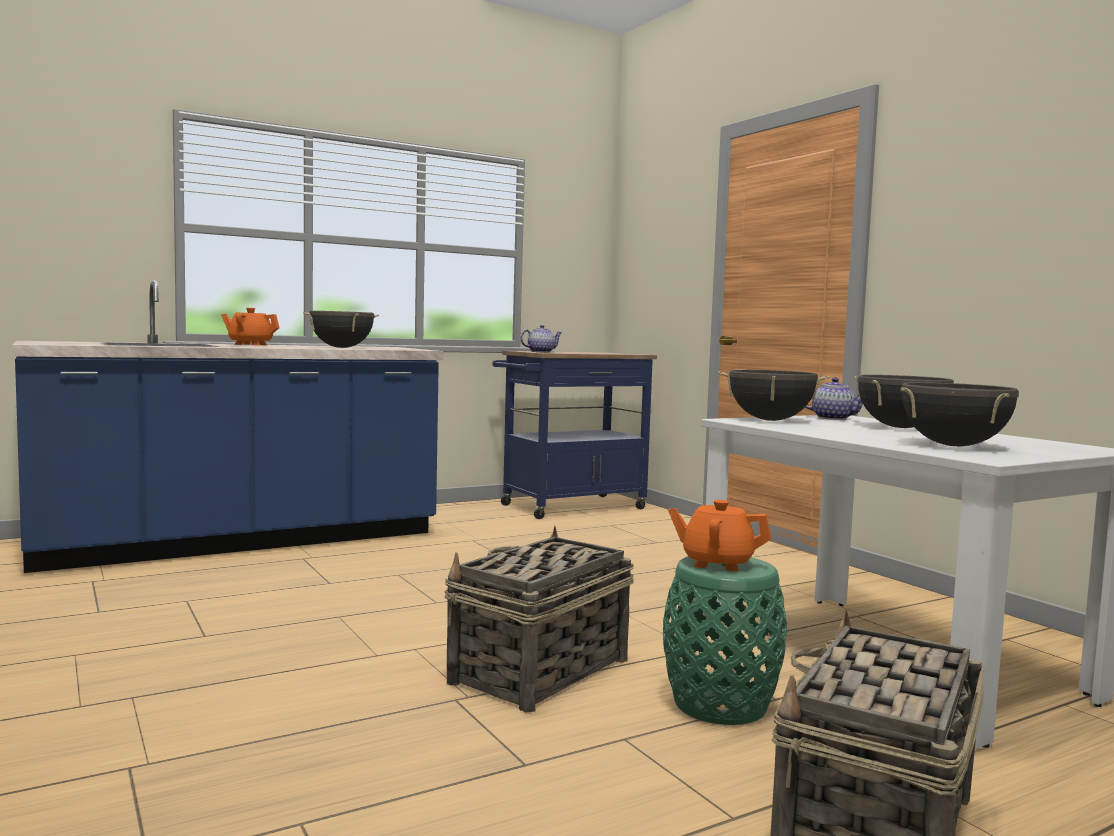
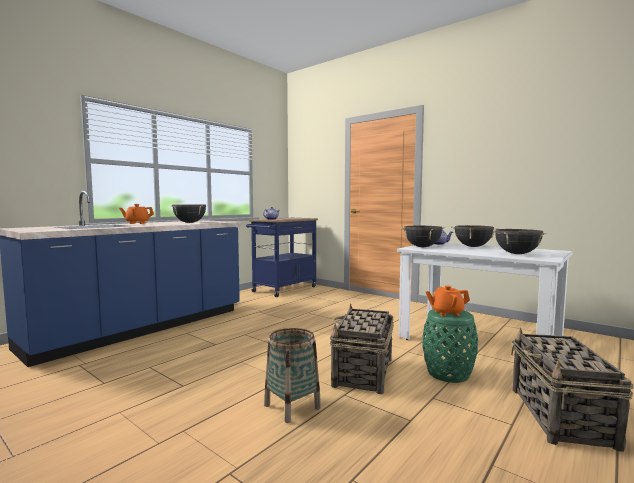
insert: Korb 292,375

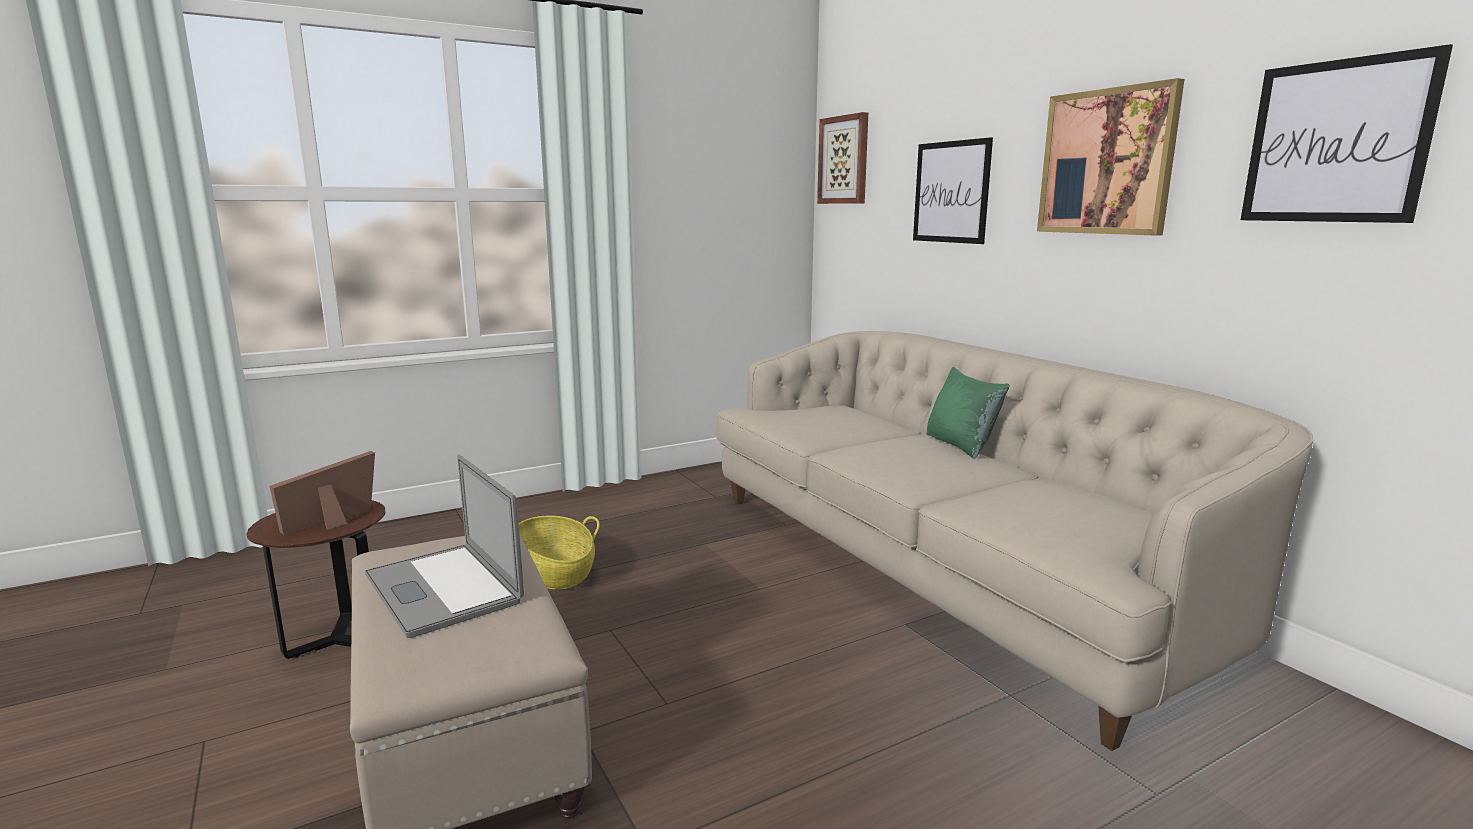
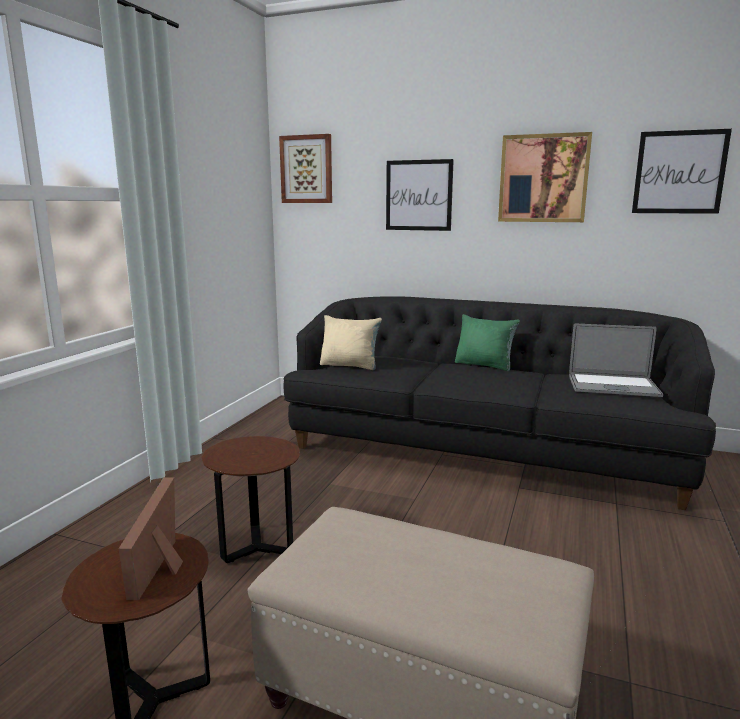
insert: Kissen (beige) 351,342
move: Laptop 444,546 to 616,360
replace: Korb 559,552 to Beistelltisch (braun) 250,499
recolor: Sofa (beige) 1014,541 to Sofa (schwarz) 500,403

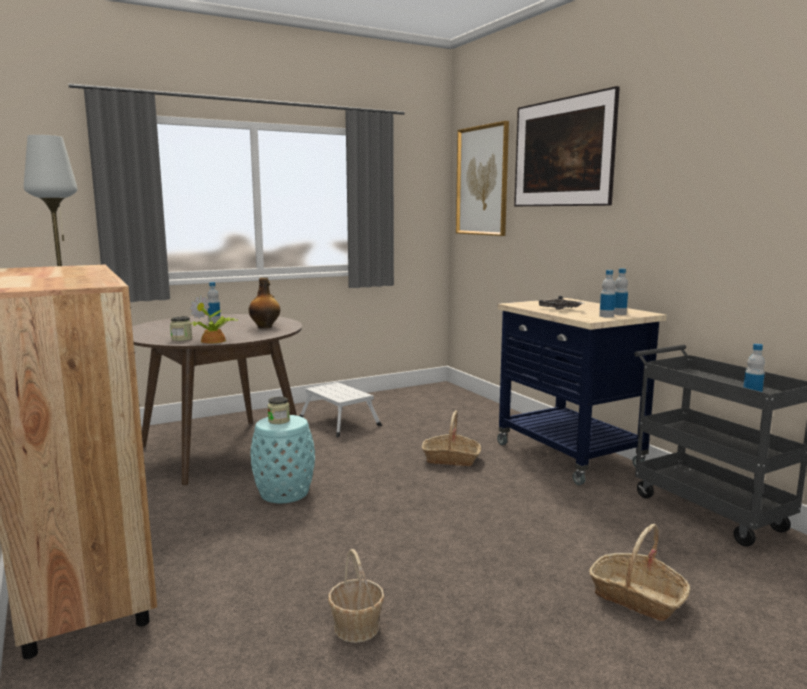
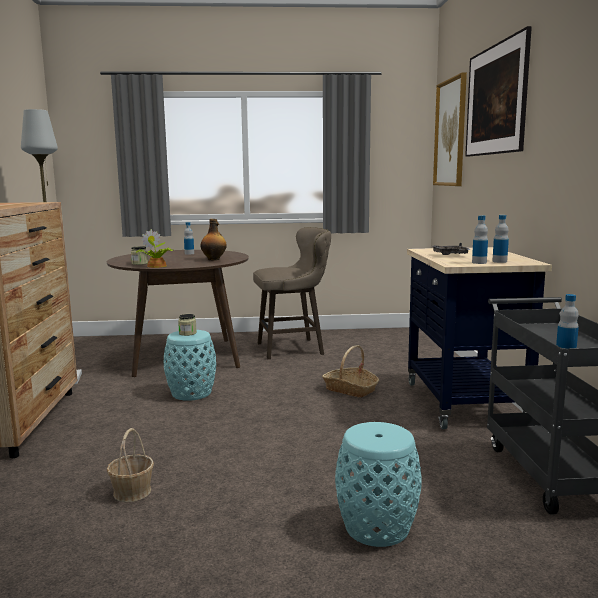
replace: Trittleiter (weiß) 340,409 to Hocker (beige) 292,293; Korb 639,572 to Hocker (türkis) 378,484

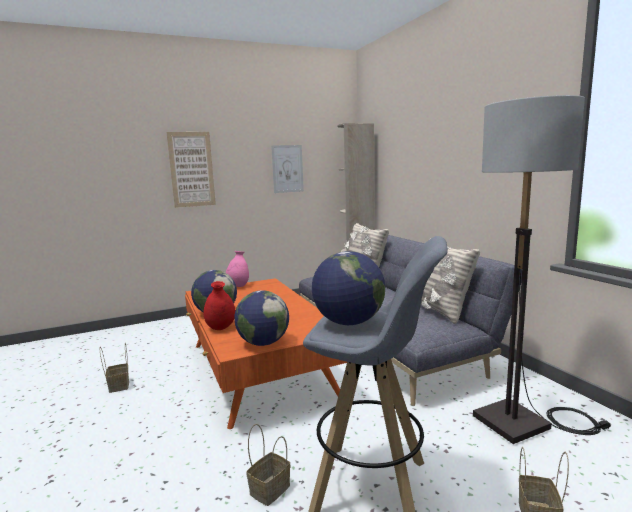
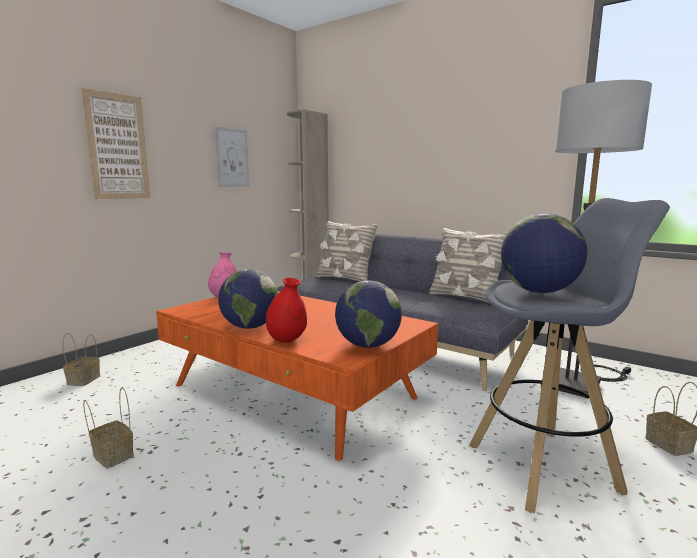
move: Korb 268,465 to 81,359

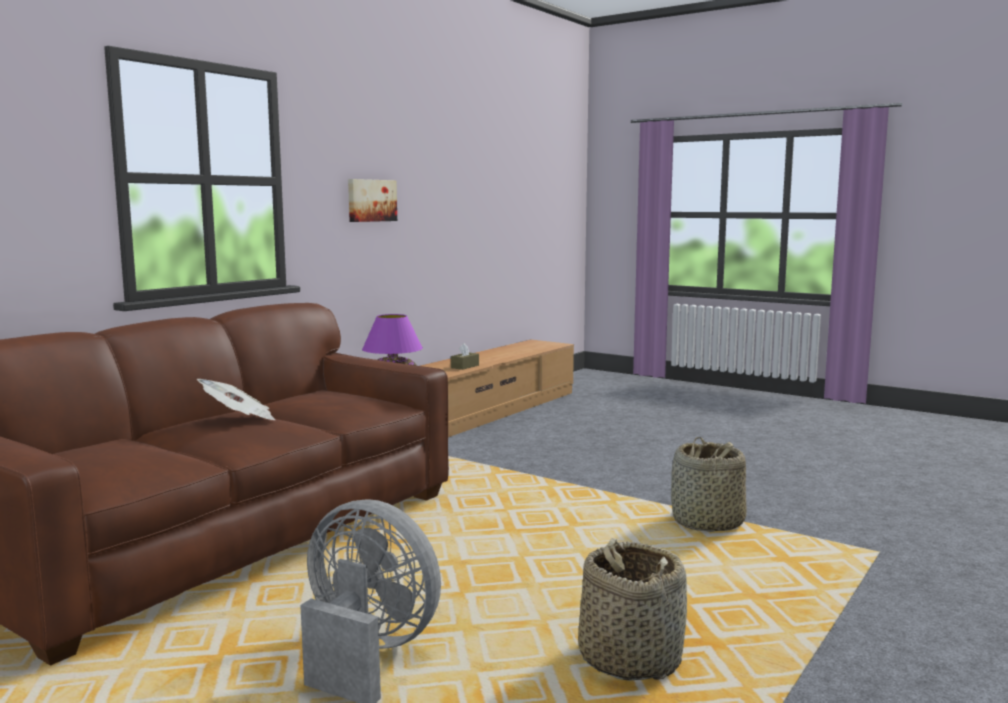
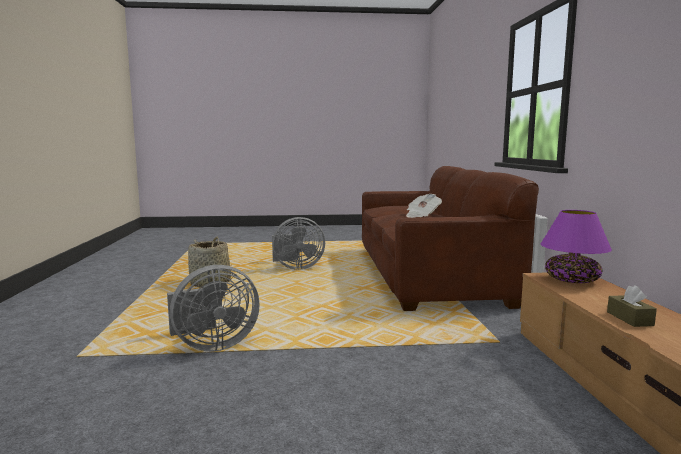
delete: Bild 372,200
replace: Korb 709,484 to Ventilator (grau) 213,308

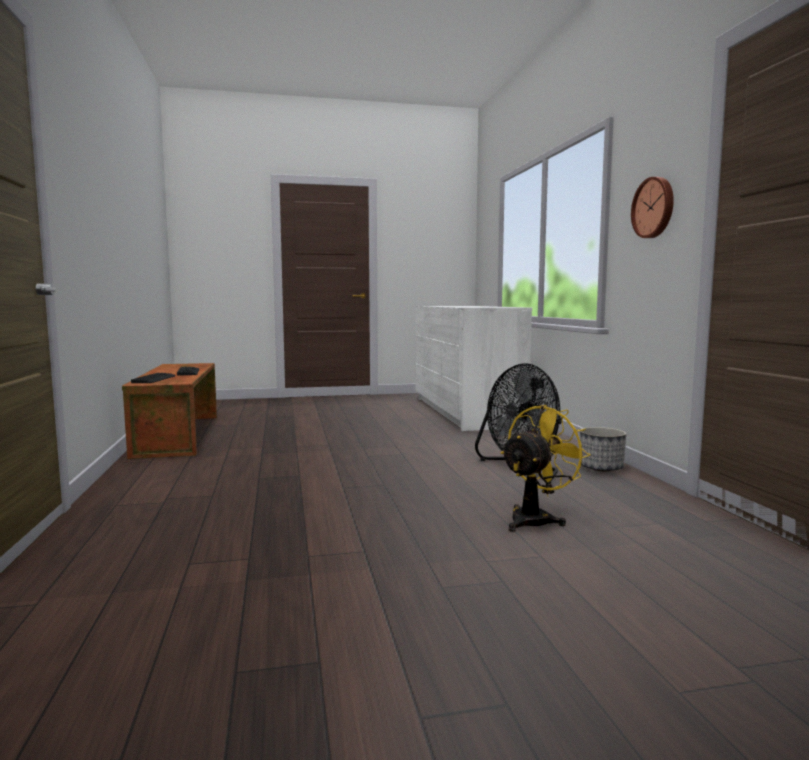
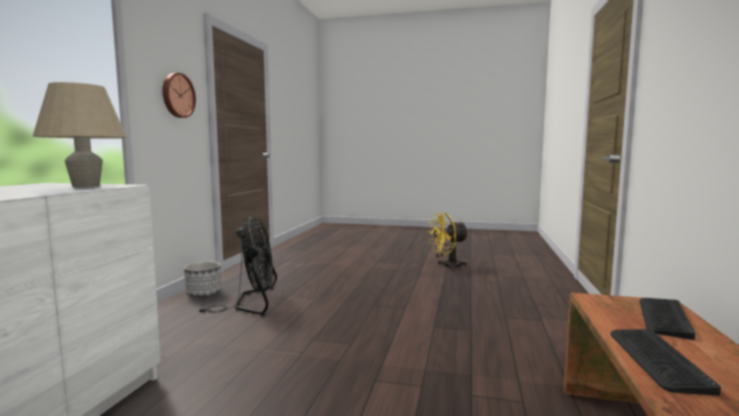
insert: Tischlampe (beige) 80,135
move: Ventilator (gelb) 545,468 to 448,242

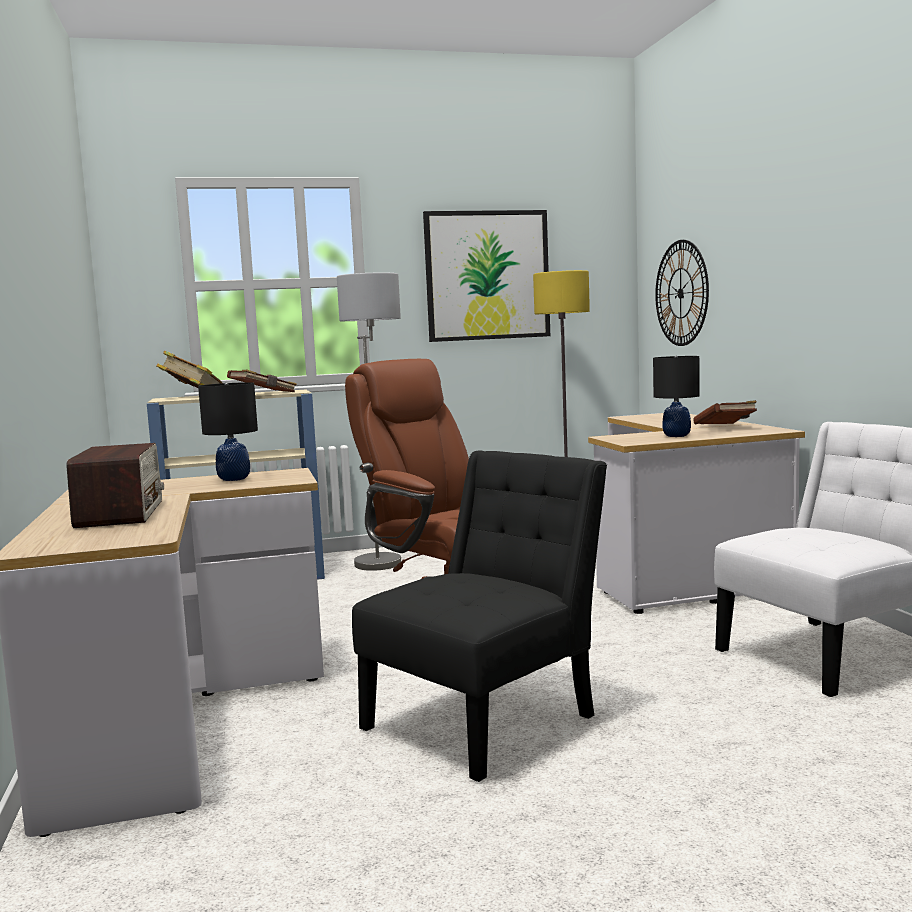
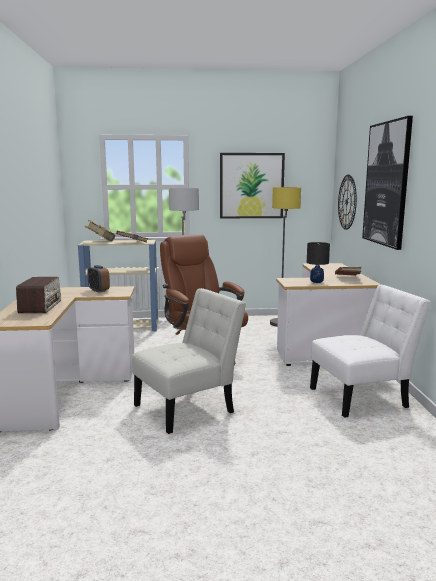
insert: Bild 387,183
replace: Tischlampe (schwarz) 228,431 to Wecker 98,279
recolor: Stuhl (schwarz) 479,616 to Stuhl (weiß) 189,361

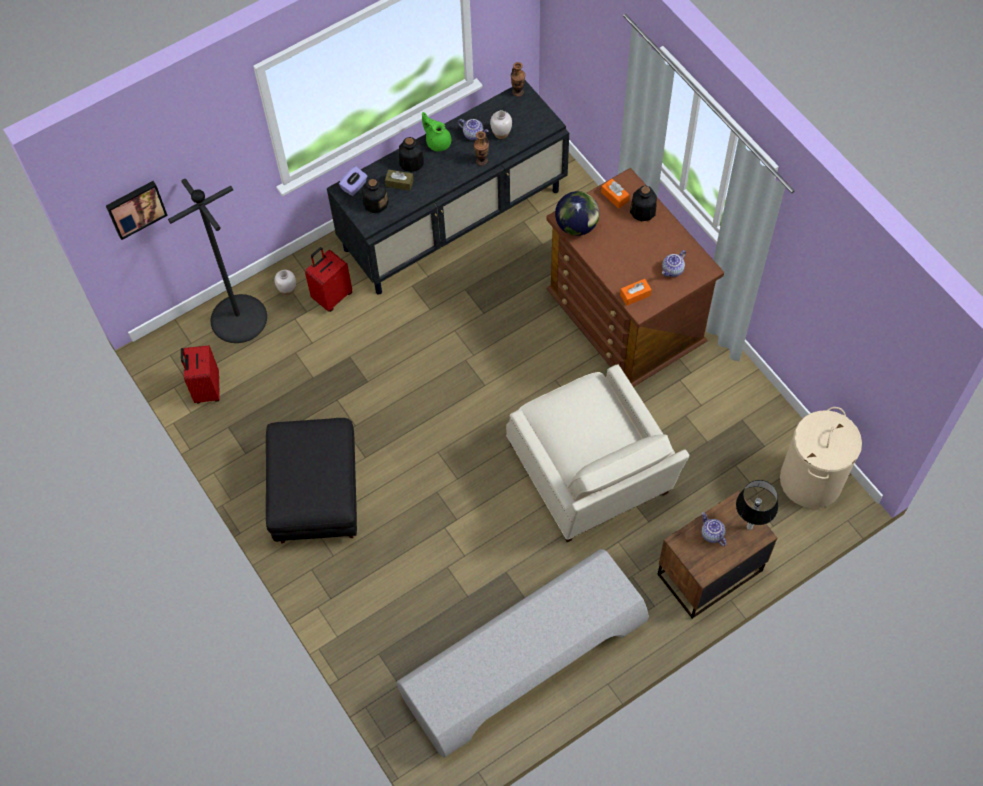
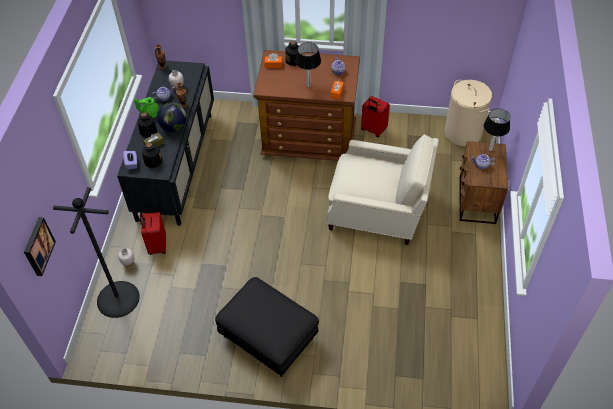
delete: Bank (grau) 522,653
insert: Tischlampe 308,64
move: Globus 577,213 to 172,117; Koffer (rot) 200,374 to 375,116

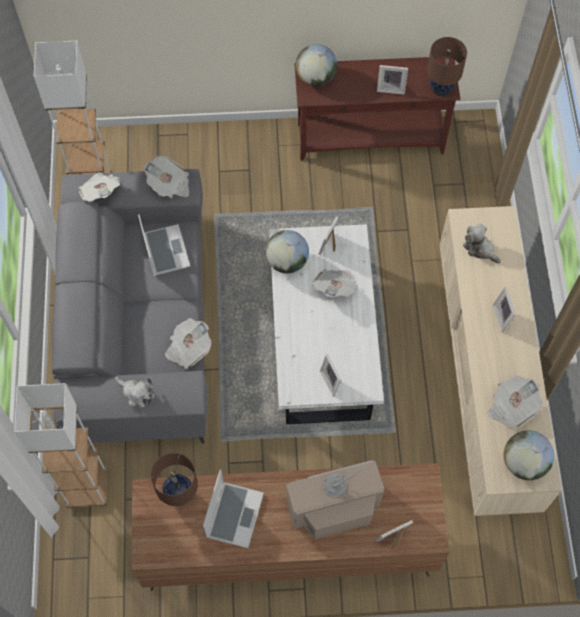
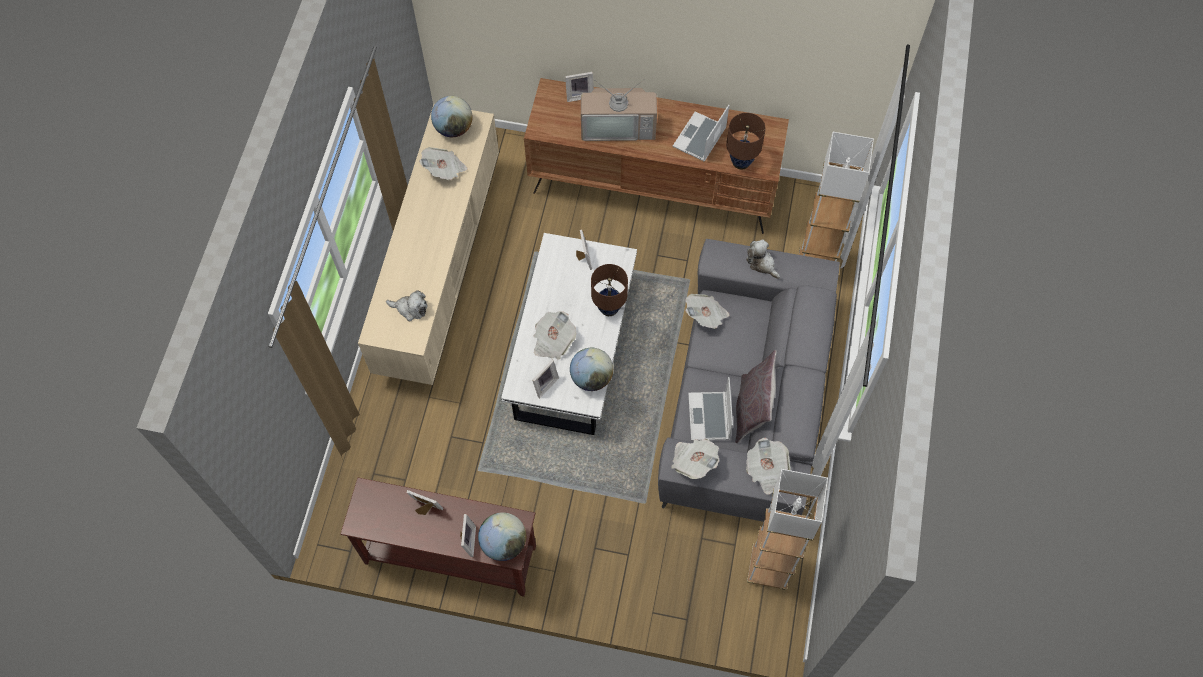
insert: Kissen (grau) 756,396
move: Tischlampe (braun) 447,66 to 609,290; Bilderrahmen 504,309 to 468,535
rotate: Plüschtier 482,243 = 406,305 45 degrees counterclockwise

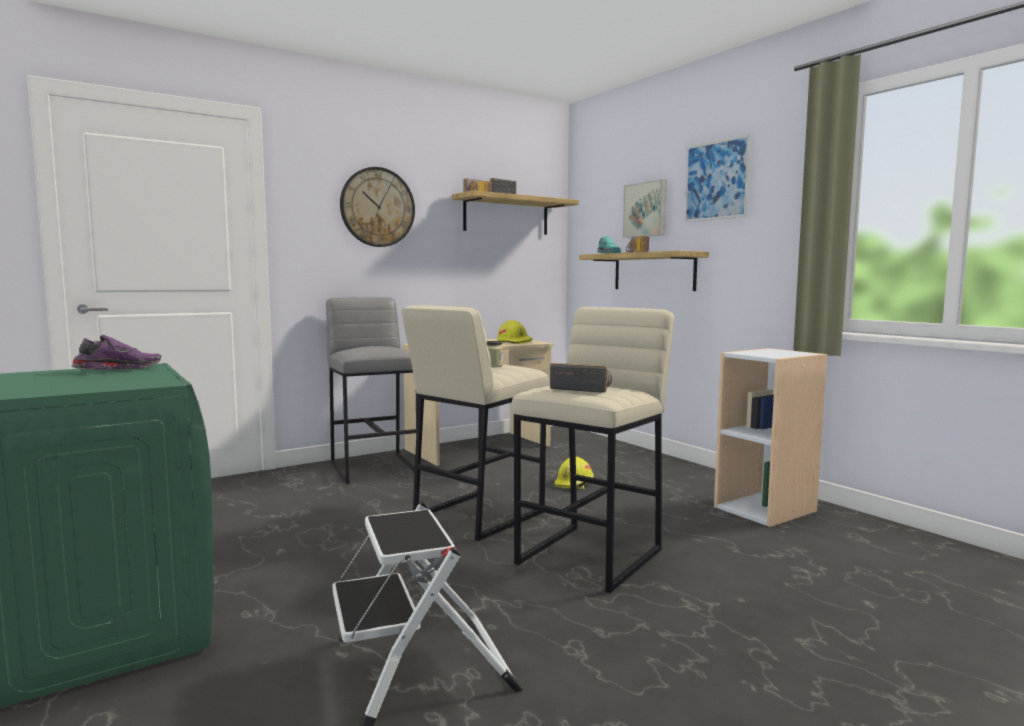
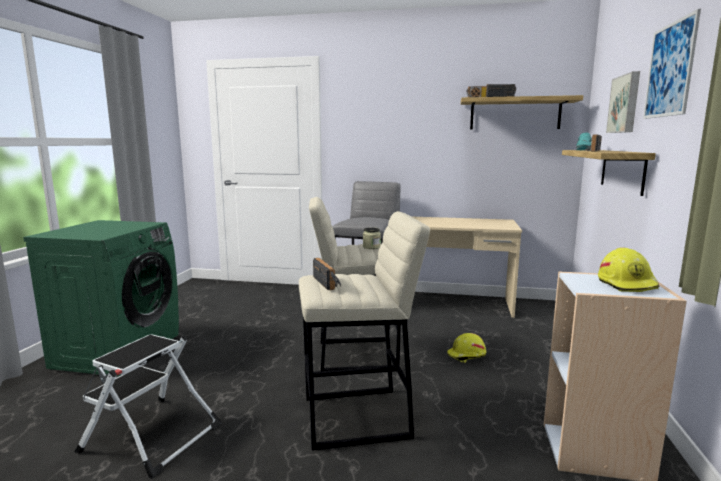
delete: Wanduhr 377,207; Schuh (lila) 116,352
move: Schutzhelm (gelb) 514,332 to 629,269

